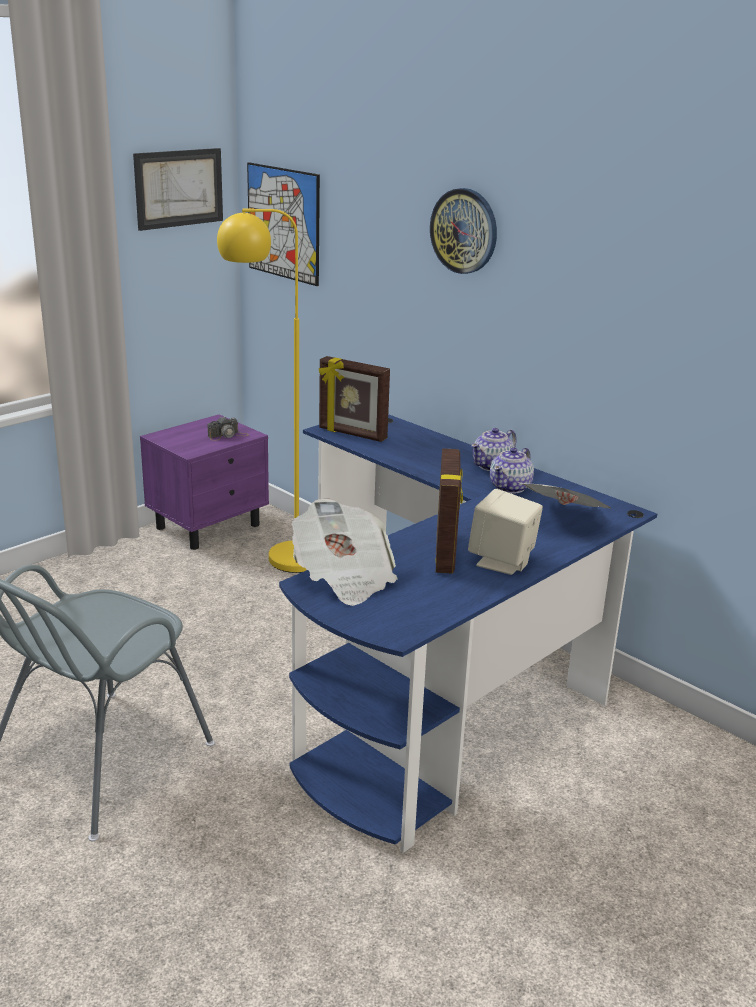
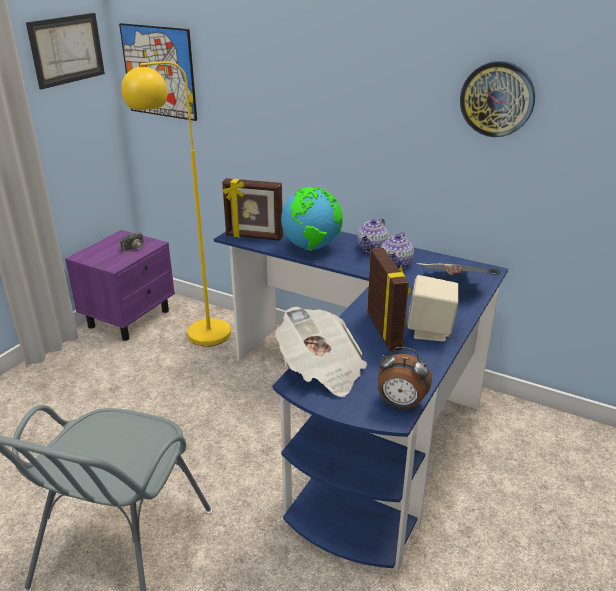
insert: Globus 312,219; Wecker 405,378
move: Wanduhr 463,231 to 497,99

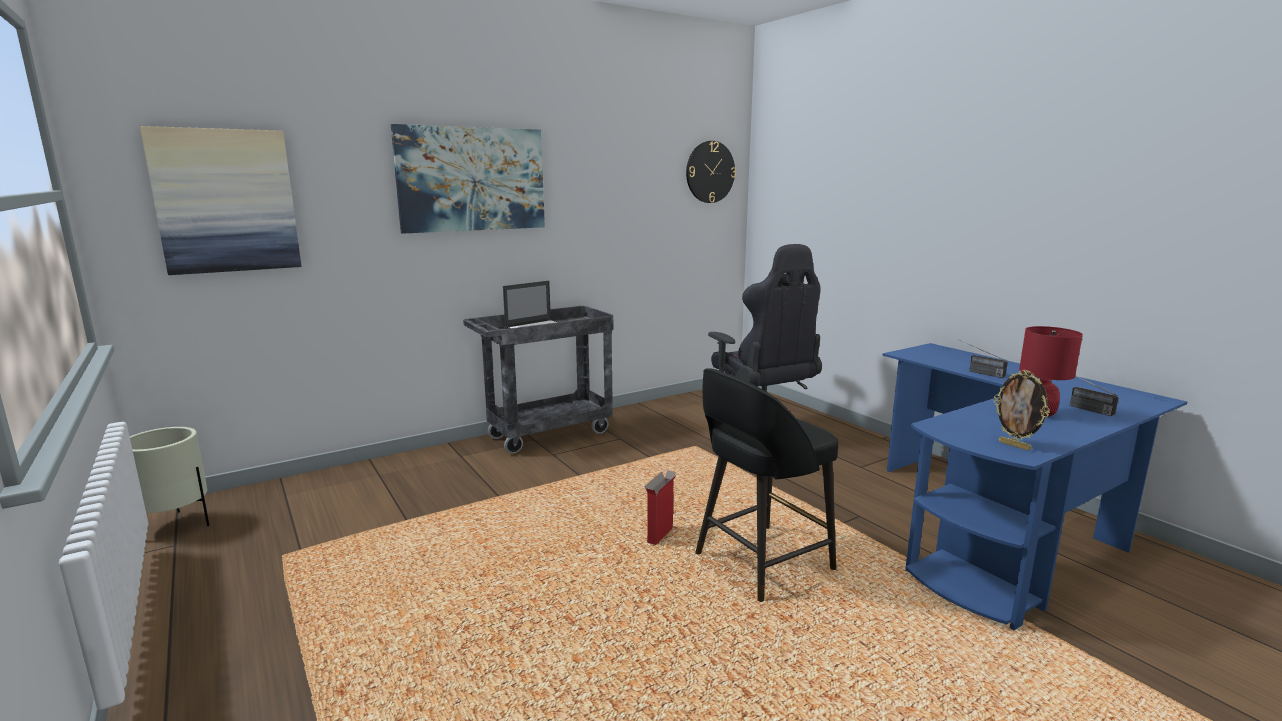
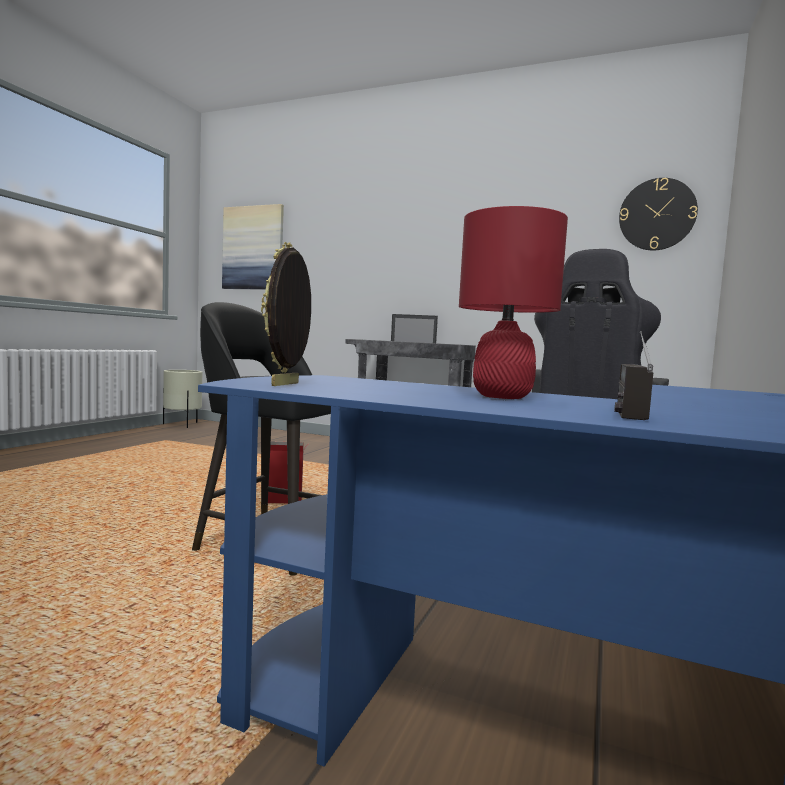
delete: Bild 468,179; Radio 985,359

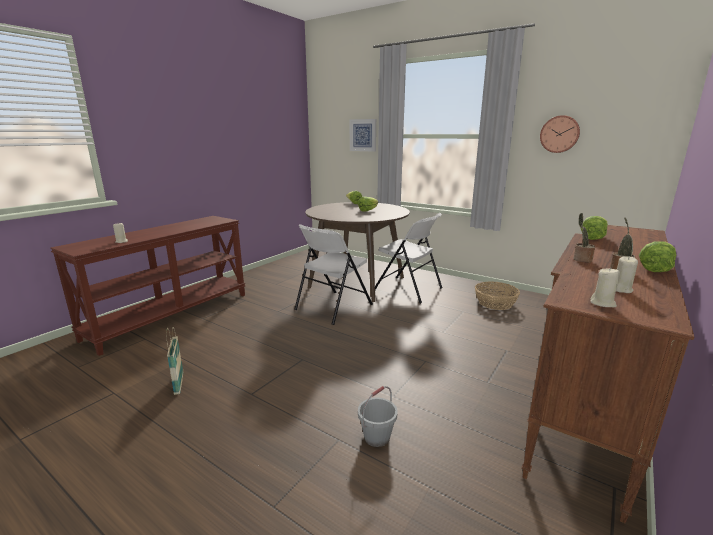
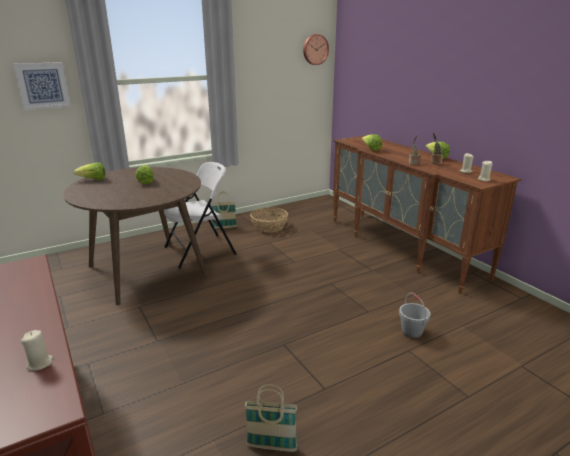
delete: Stuhl (weiß) 333,274
insert: Korb 224,210
move: Wanduhr 560,134 to 316,49

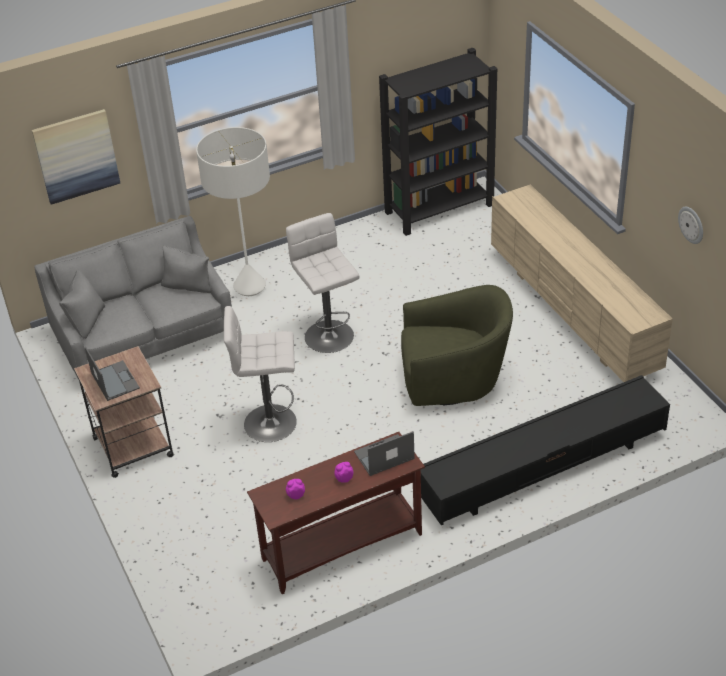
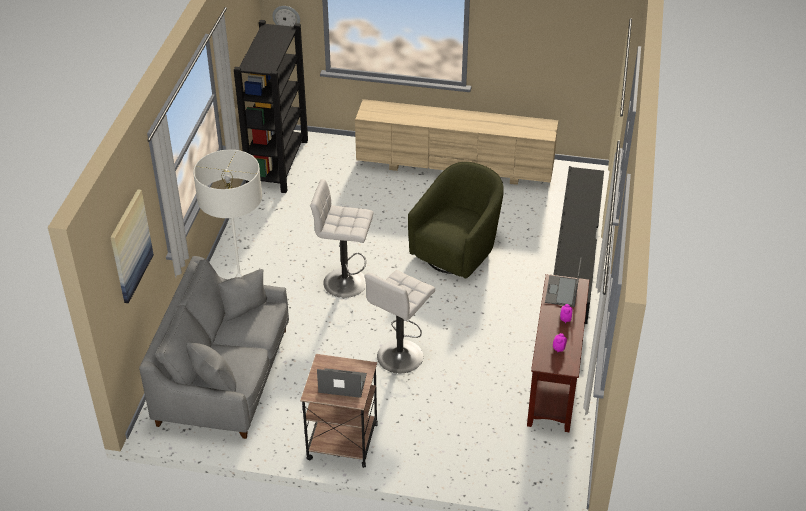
move: Wanduhr 690,225 to 286,16

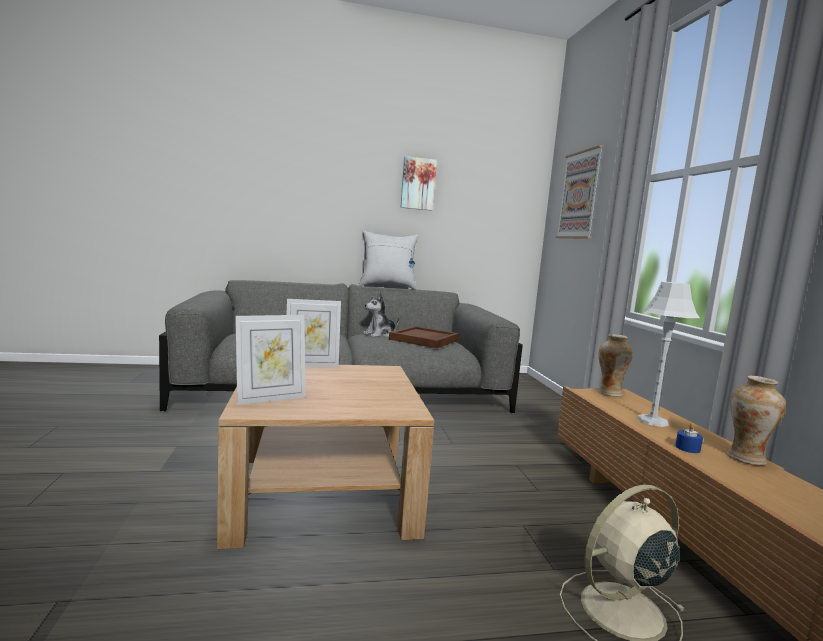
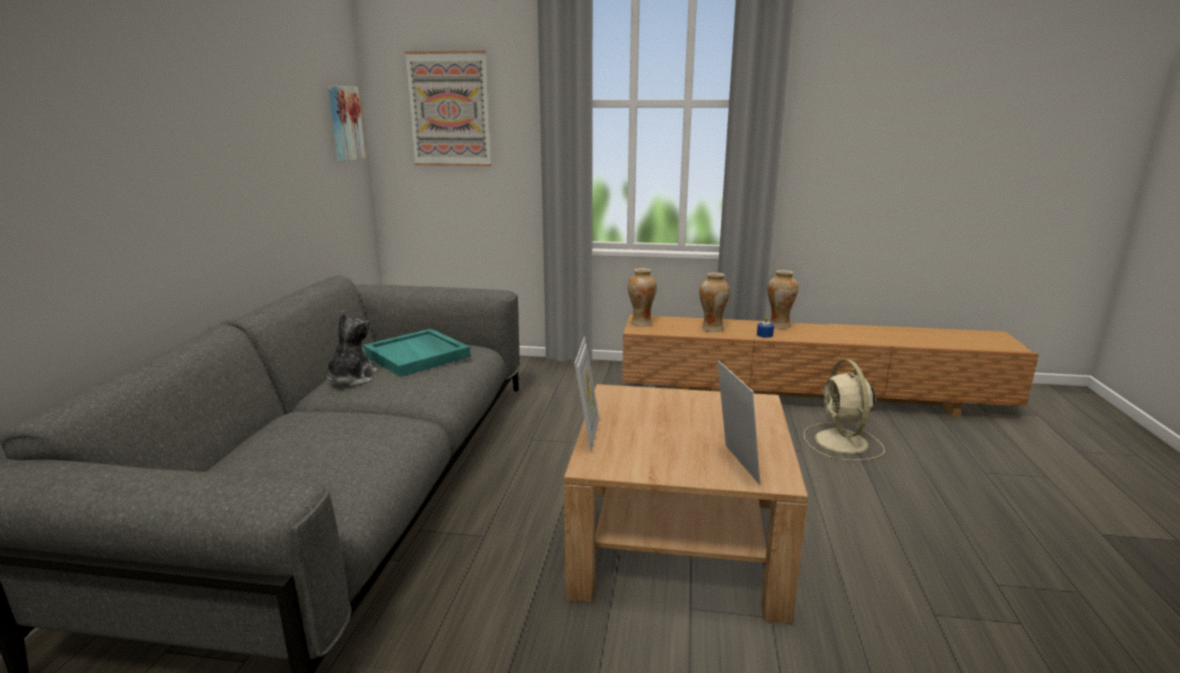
delete: Kissen (grau) 388,260
move: Bild 418,183 to 347,124
replace: Tischlampe (grau) 669,354 to Vase 714,302
recolor: Tablett (braun) 424,337 to Tablett (türkis) 417,353
rotate: Plüschtier 381,315 = 352,348 150 degrees counterclockwise

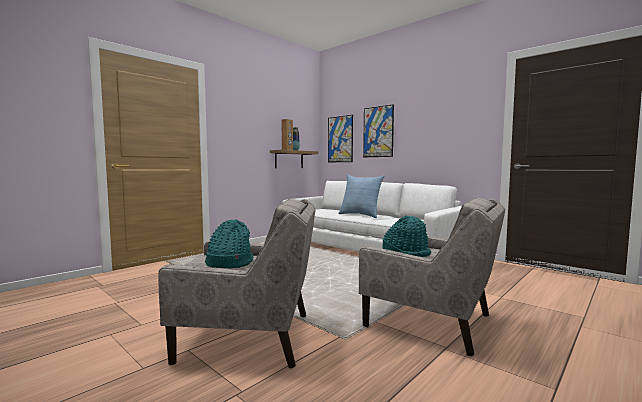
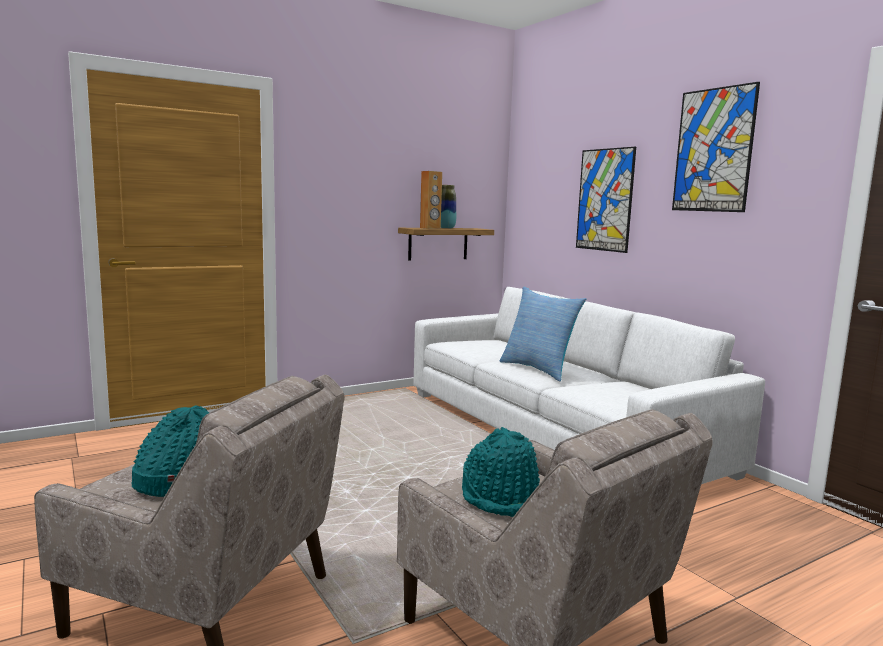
move: Bild 340,138 to 716,147

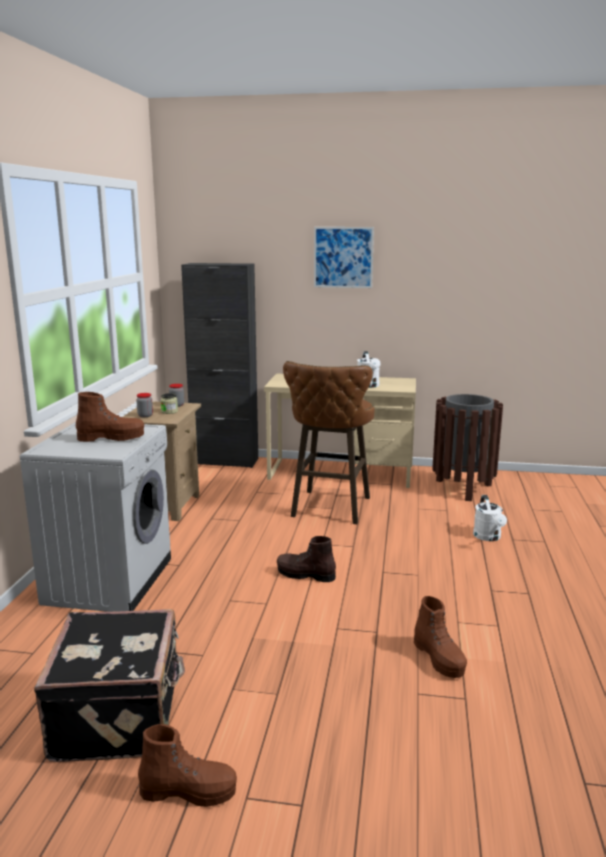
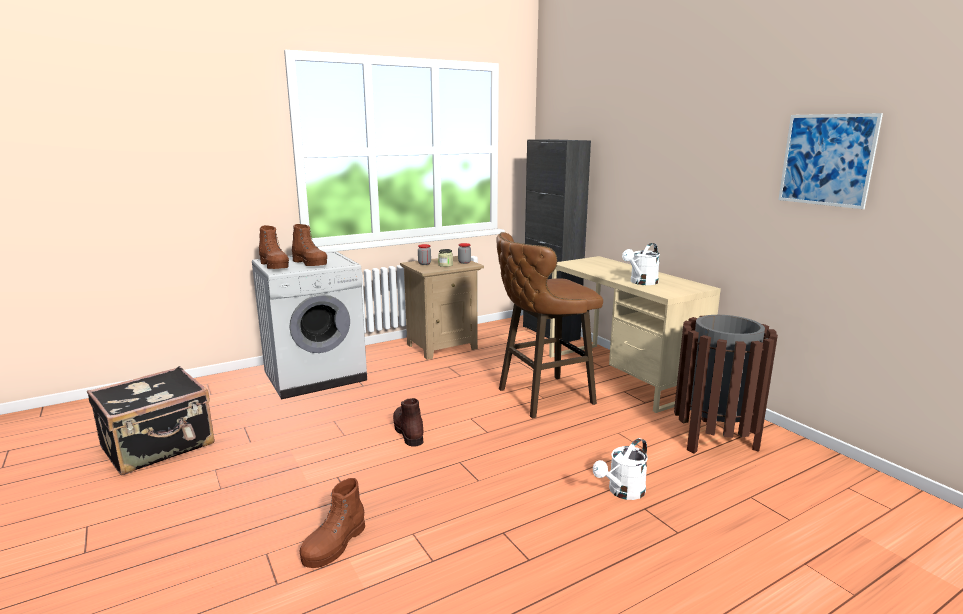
move: Bild 344,257 to 830,161; Stiefel (braun) 187,765 to 274,247

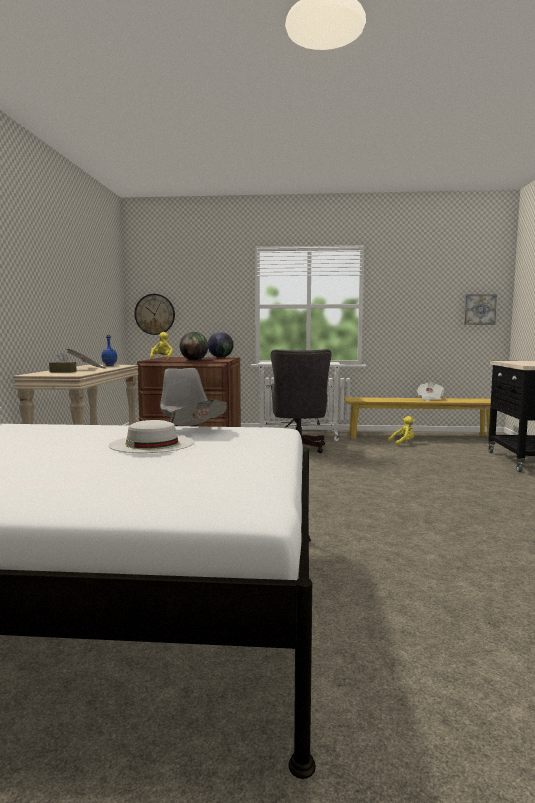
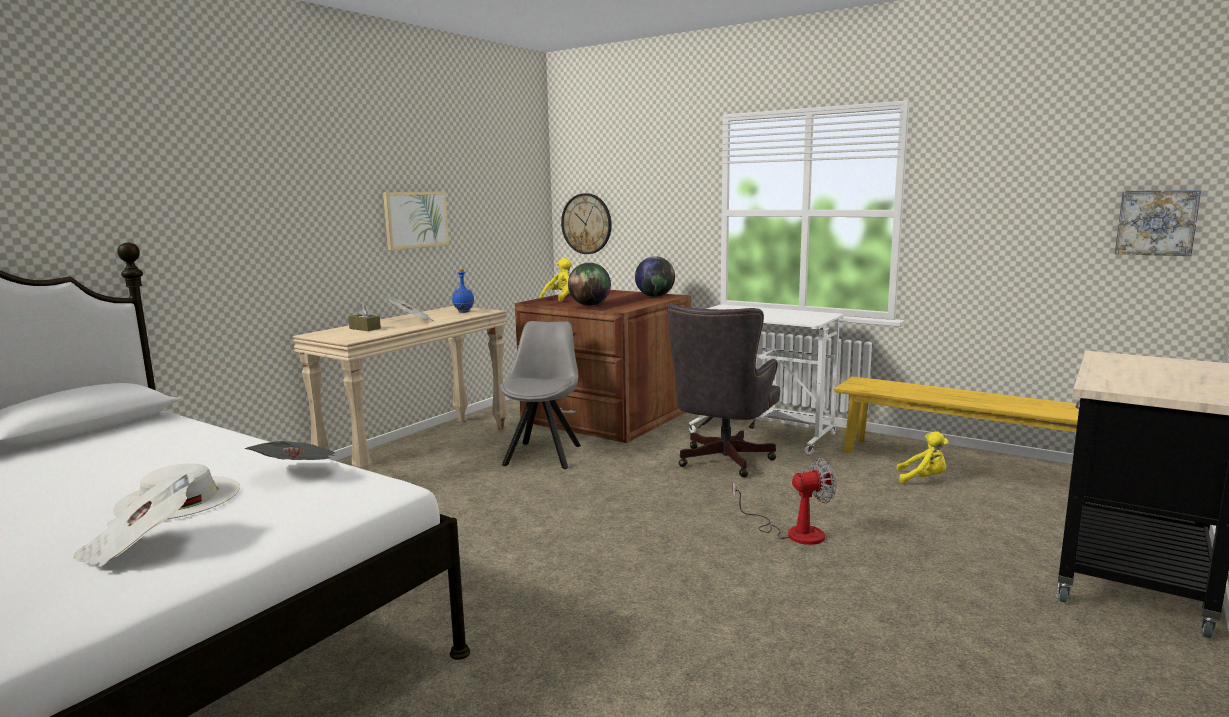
insert: Bild 416,220; Ventilator 784,501
move: Zeitung 430,391 to 134,520

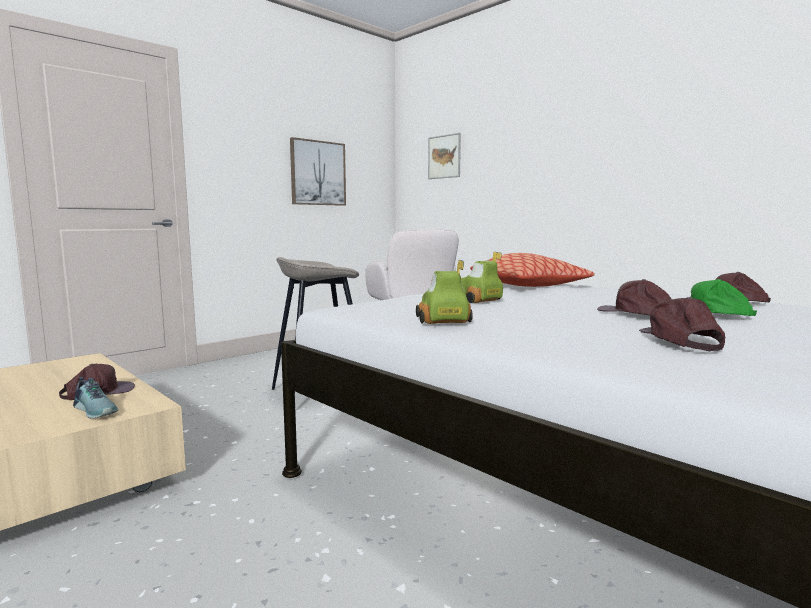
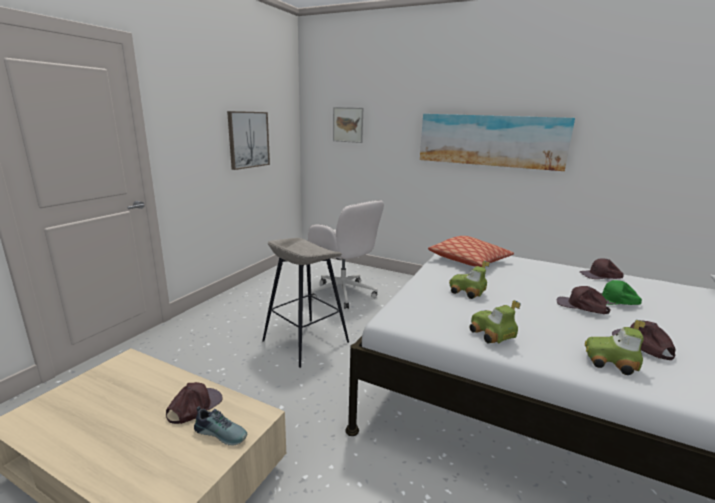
insert: Bild 497,142; Spielzeugauto 615,347

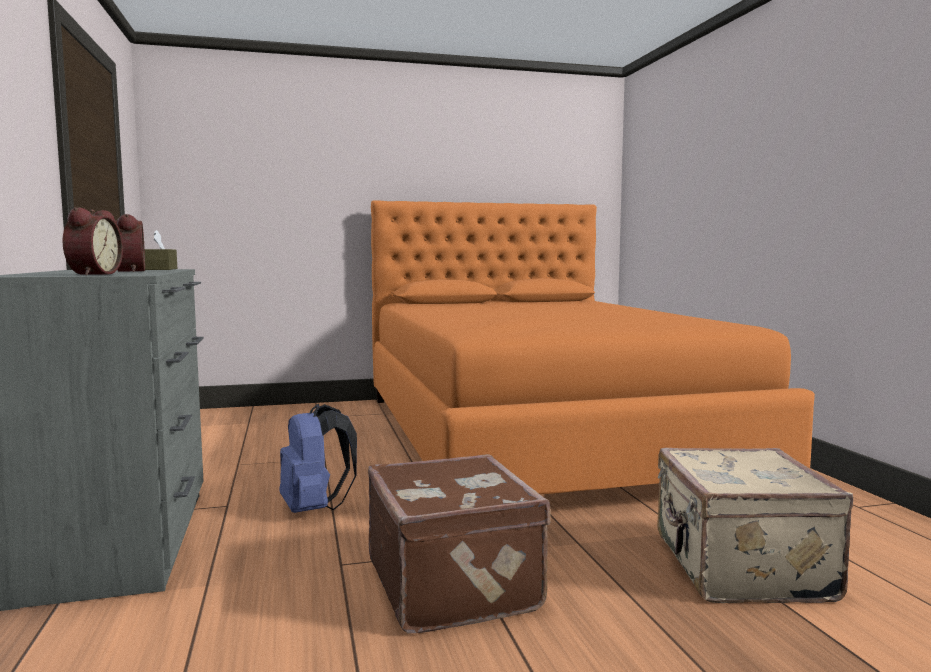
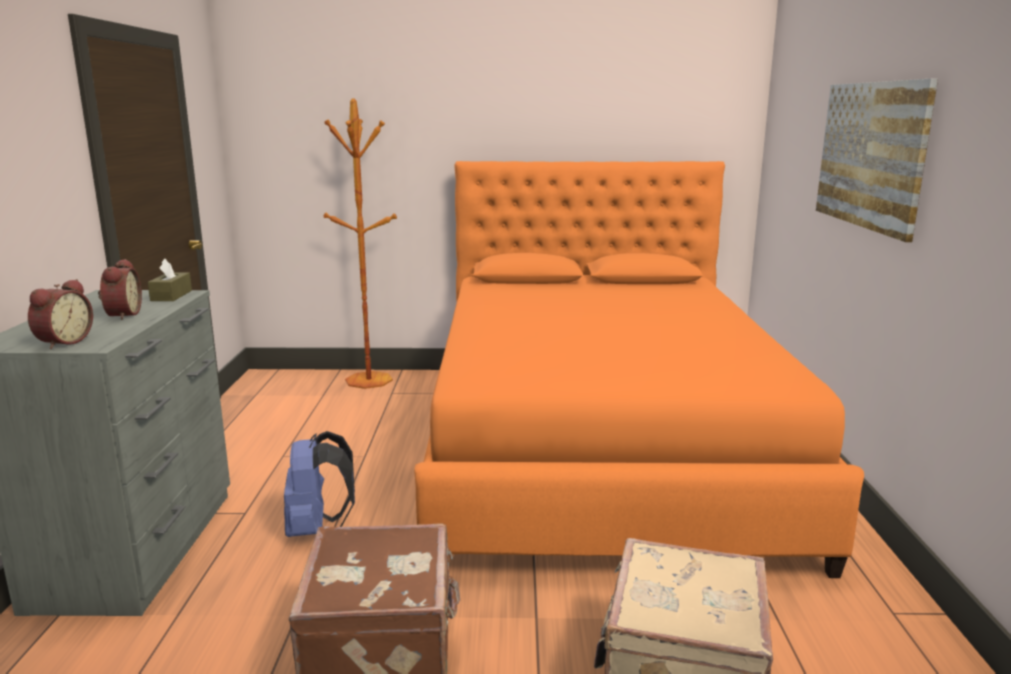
insert: Bild 877,160; Kleiderständer (orange) 360,243

